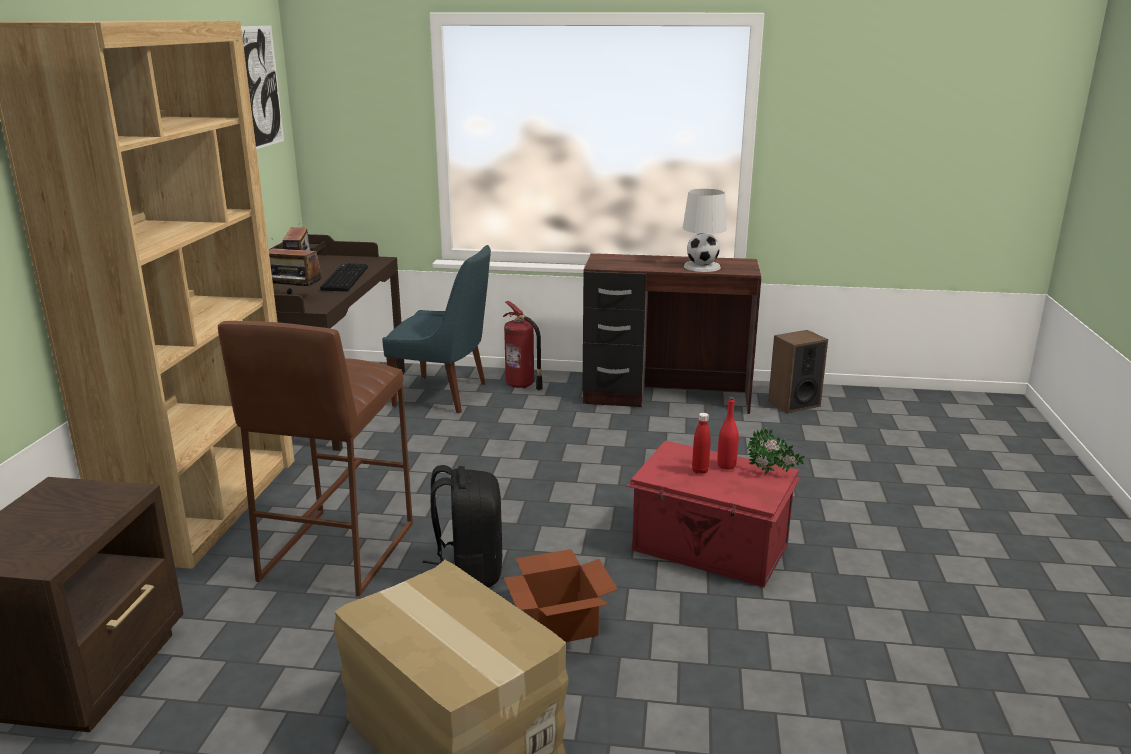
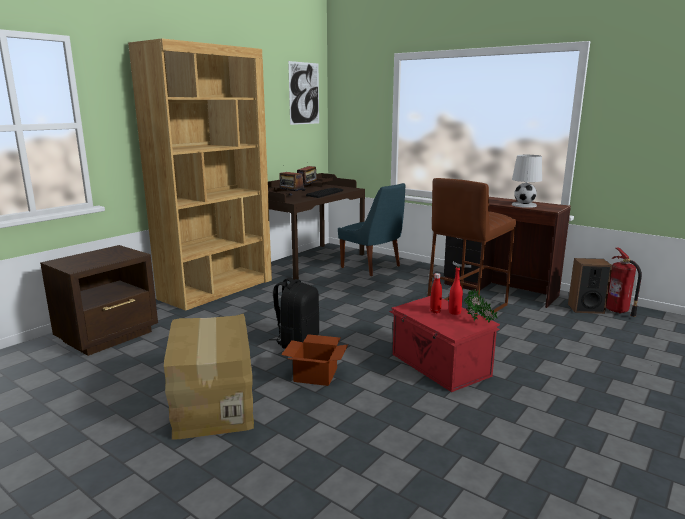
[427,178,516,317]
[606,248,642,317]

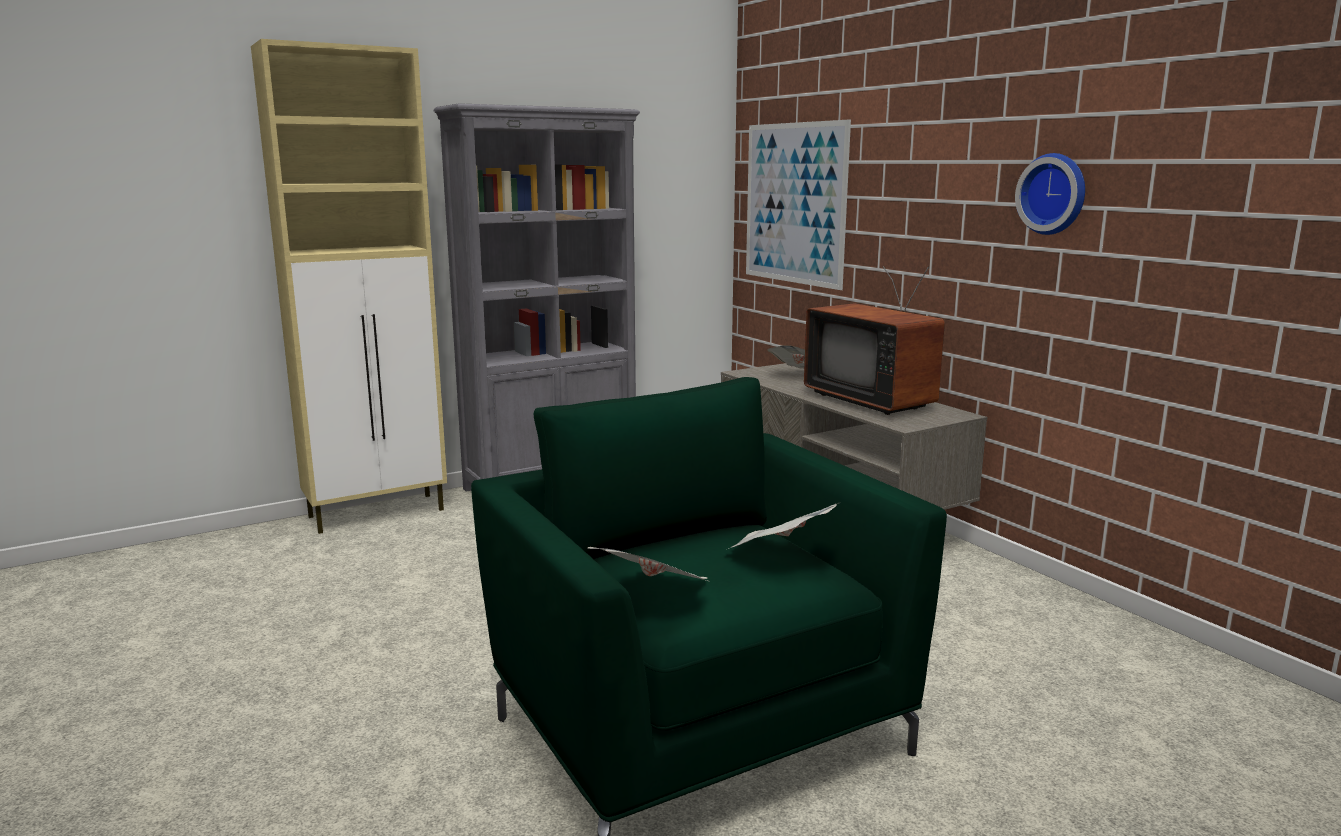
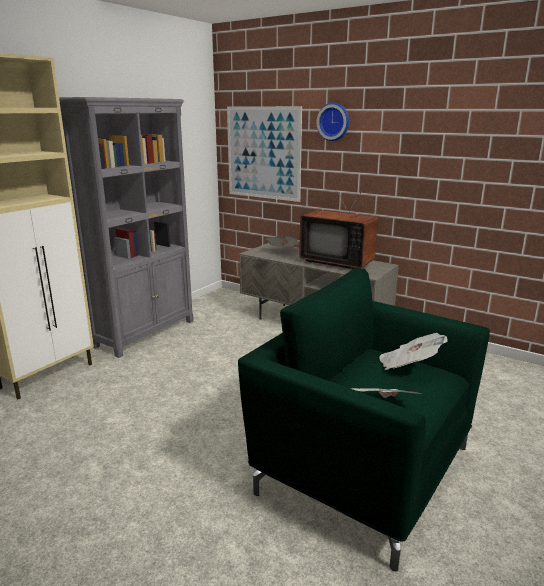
[317,103,349,141]

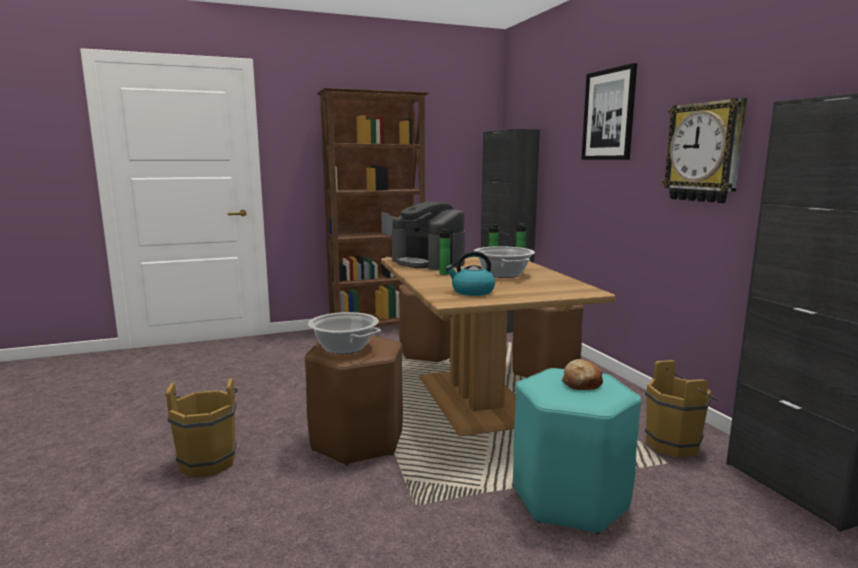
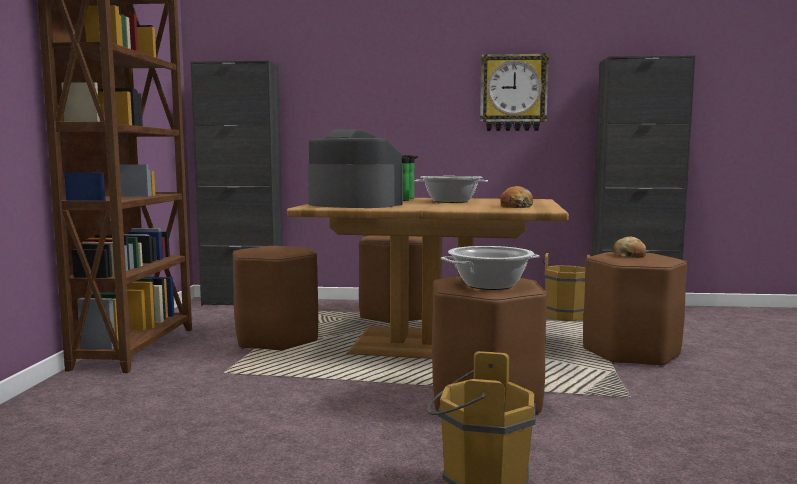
[308,129,403,208]
[440,229,453,275] (first image)
[500,186,533,208]
[583,252,687,367]
[581,63,637,160] (first image)

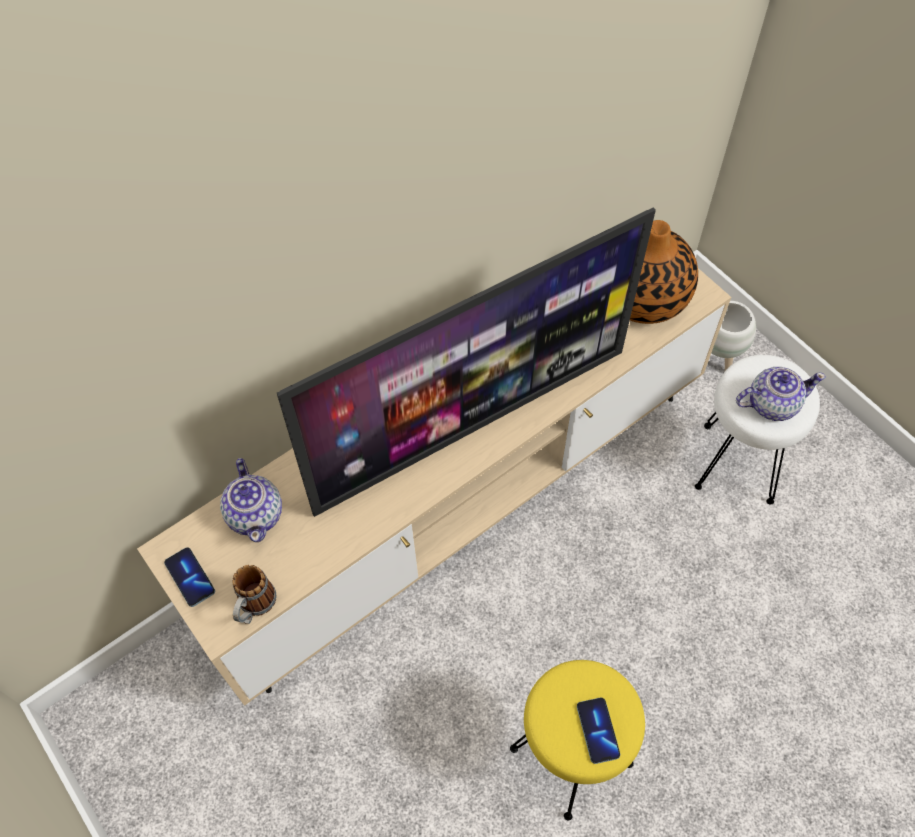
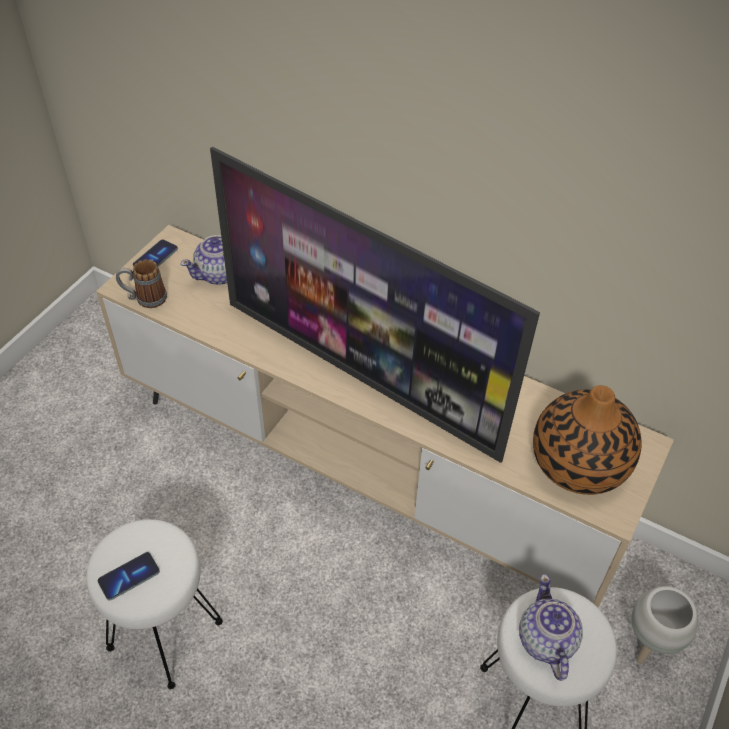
[86,519,223,689]
[519,574,583,681]

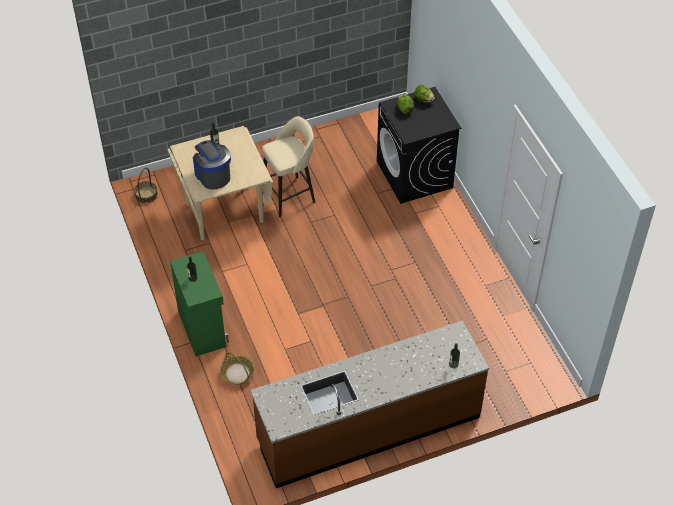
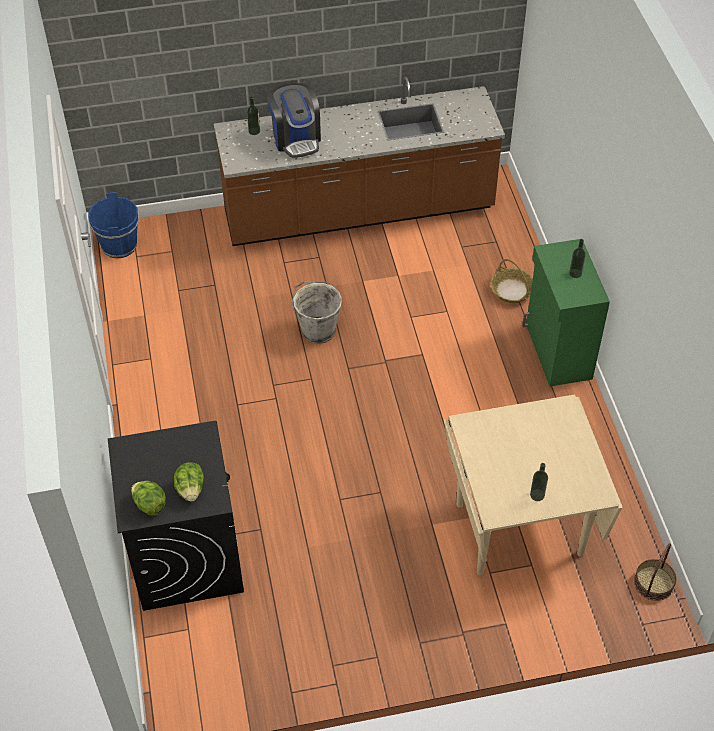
[267,83,321,158]
[262,116,315,217] (first image)
[88,192,139,258]
[291,281,342,344]

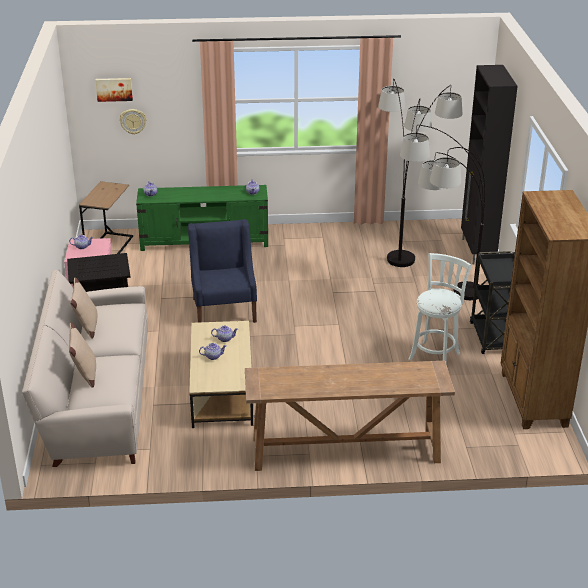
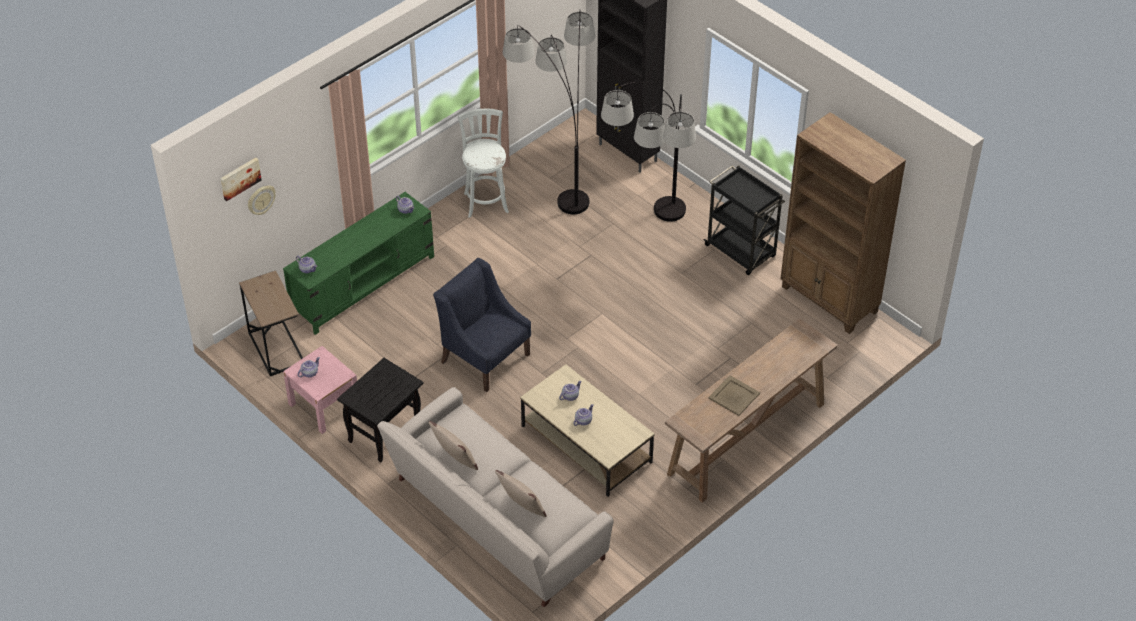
[458,109,509,218]
[708,375,760,416]

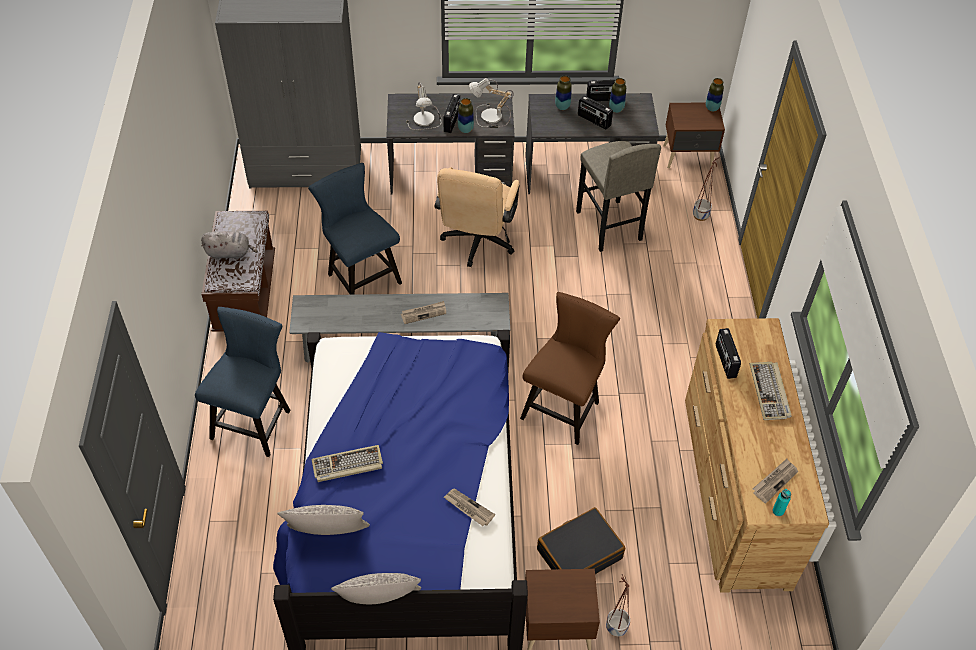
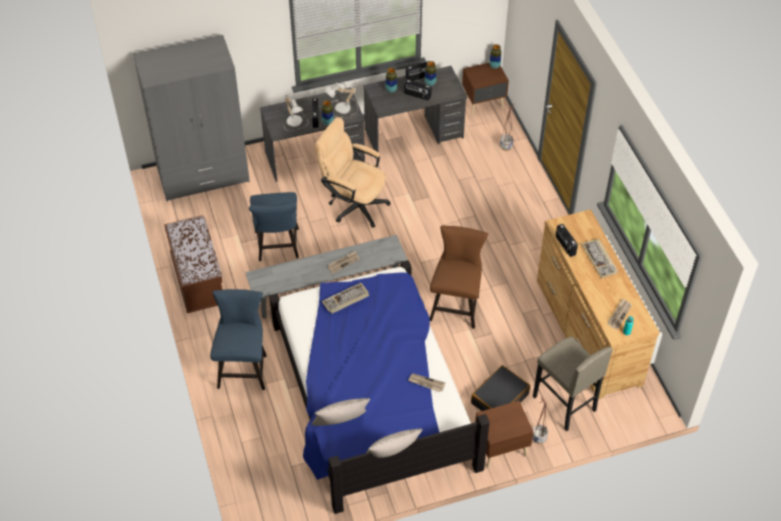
[201,231,258,260] (first image)
[249,192,299,261]
[322,283,369,314]
[315,117,391,228]
[533,336,613,431]

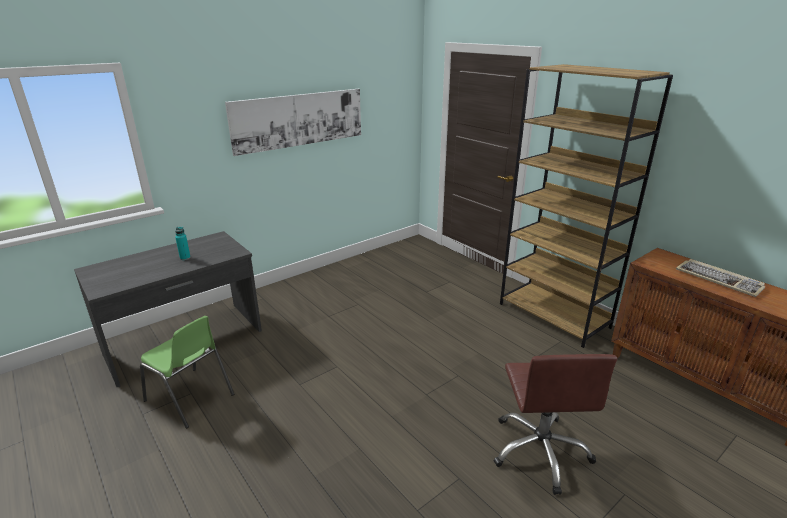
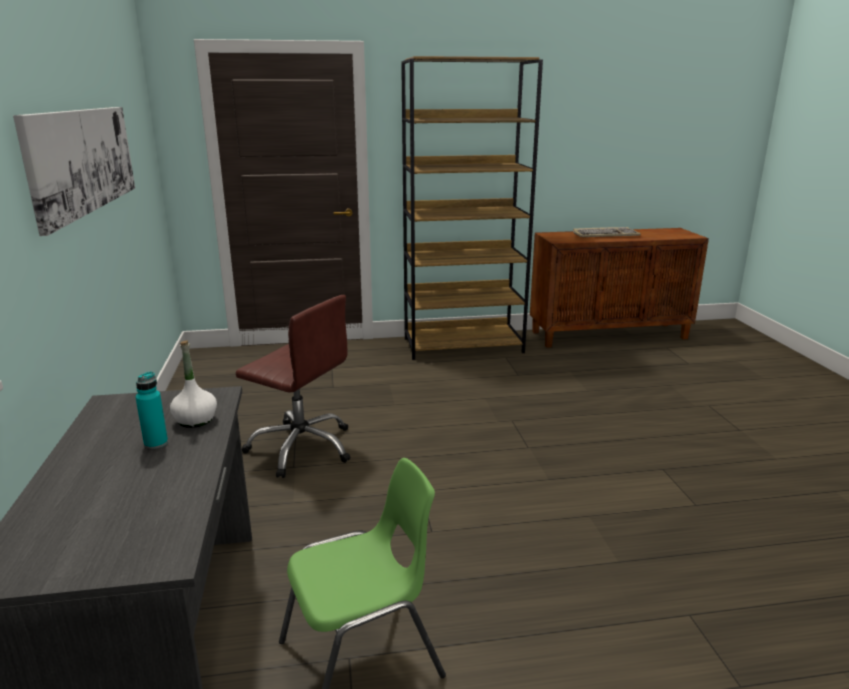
[236,295,350,478]
[170,341,217,428]

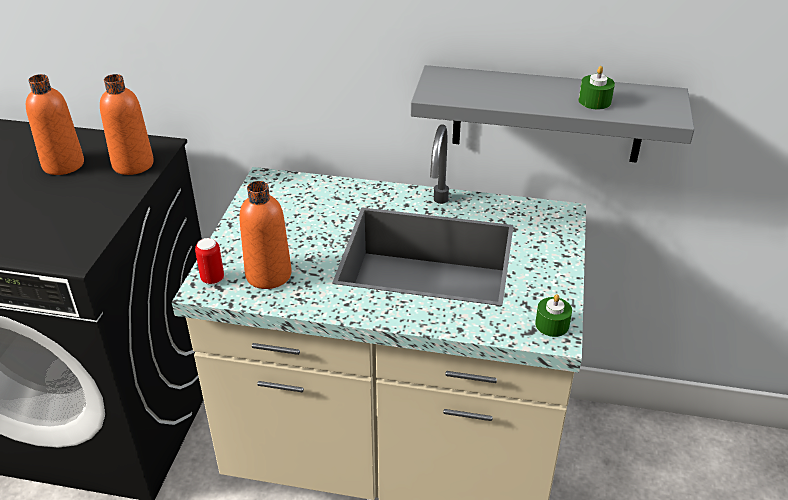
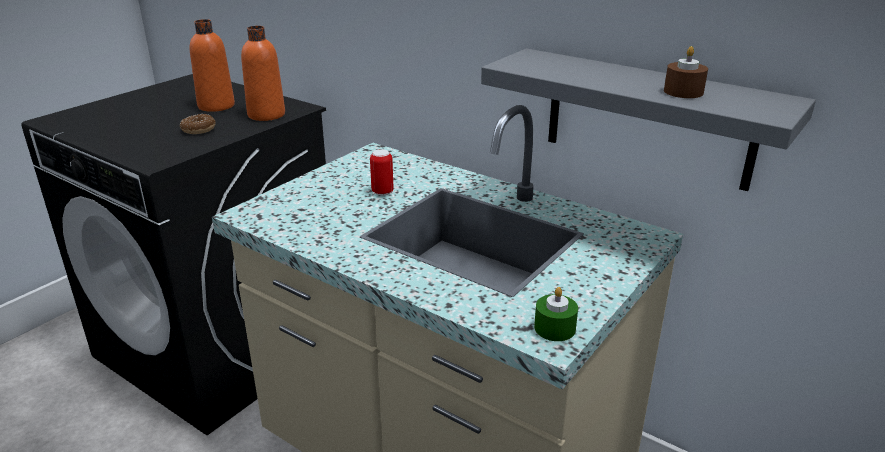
[370,149,394,196]
[239,181,292,289] (first image)
[664,46,708,98]
[180,114,216,134]

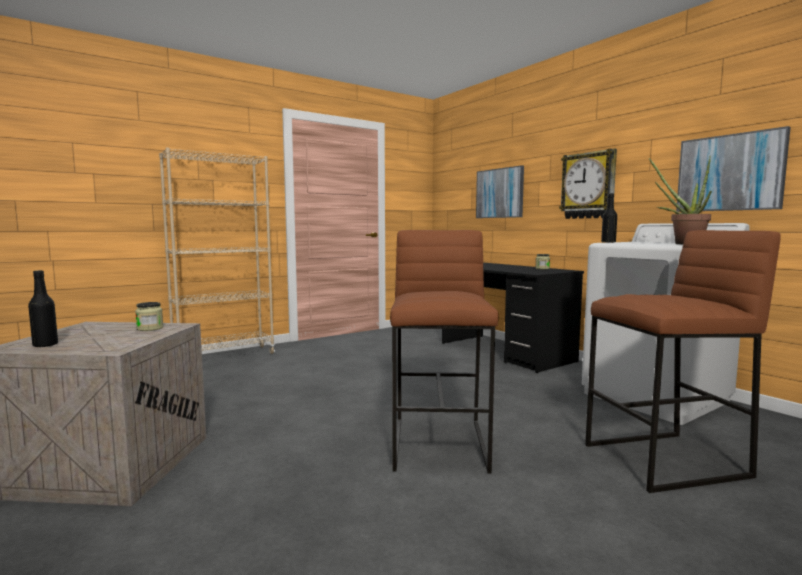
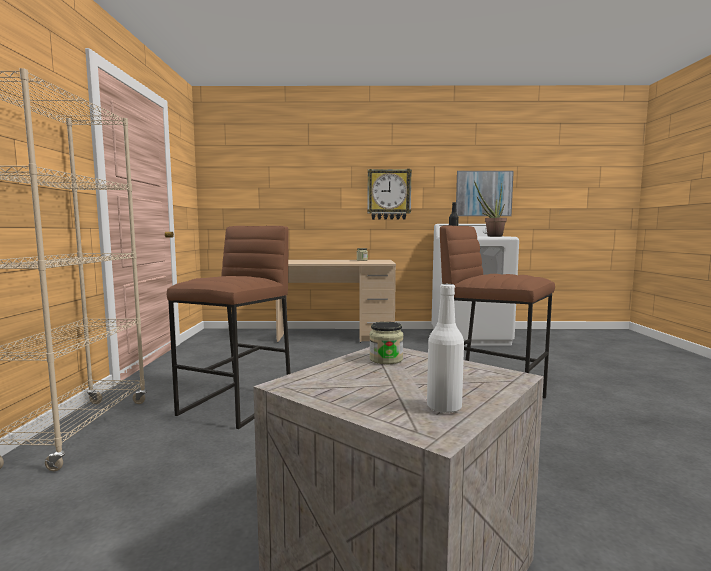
[427,284,464,413]
[276,260,396,342]
[476,165,524,218] (first image)
[167,226,291,429]

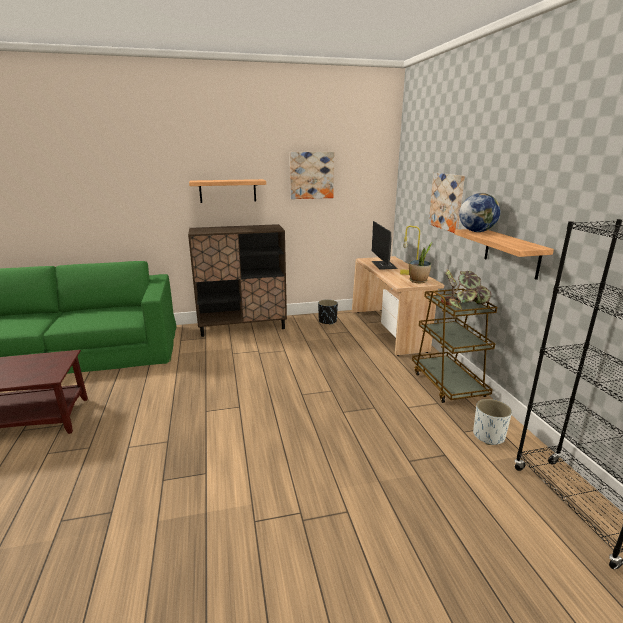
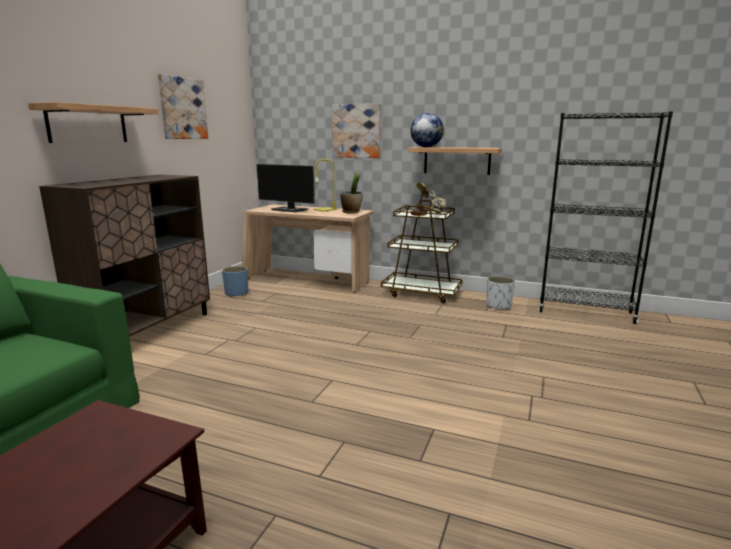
[222,266,248,297]

